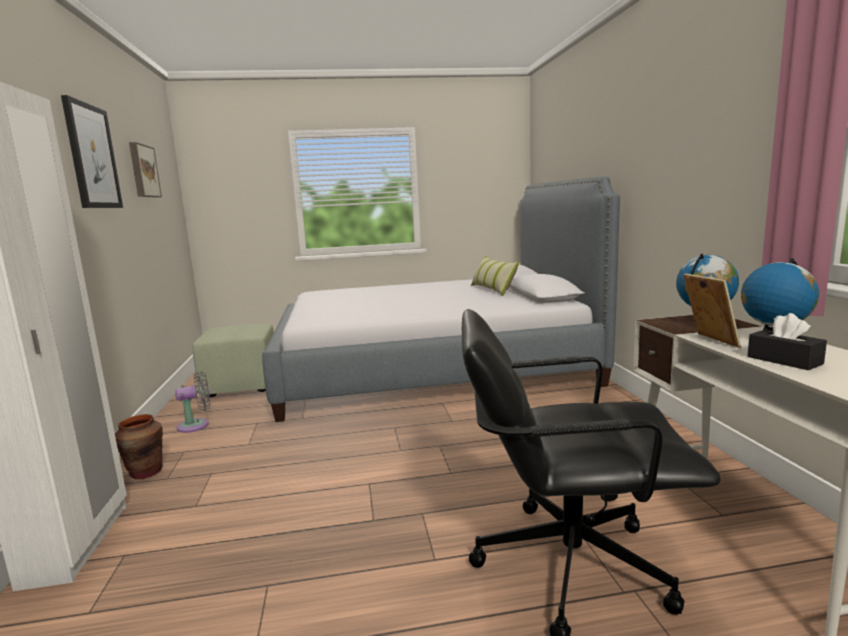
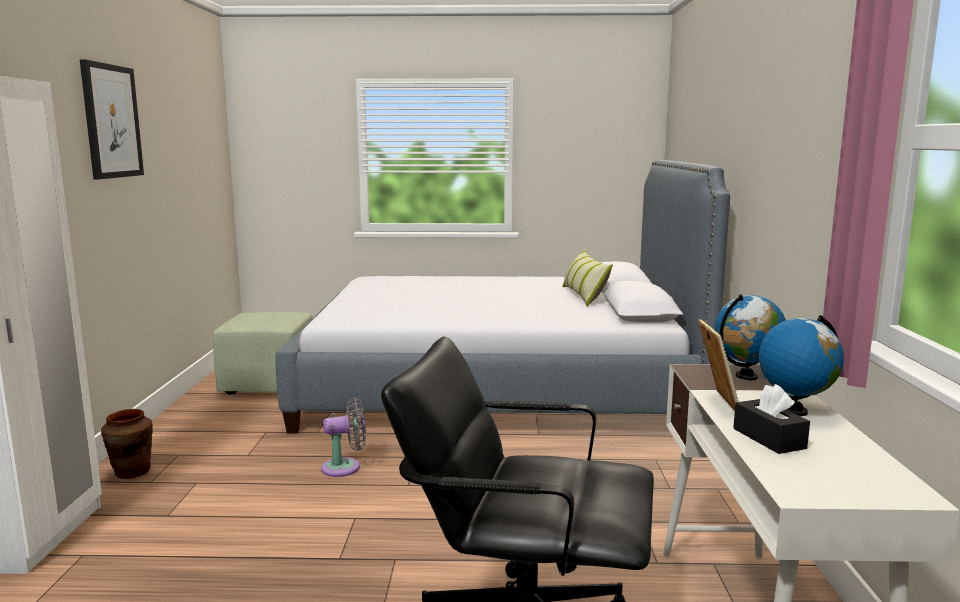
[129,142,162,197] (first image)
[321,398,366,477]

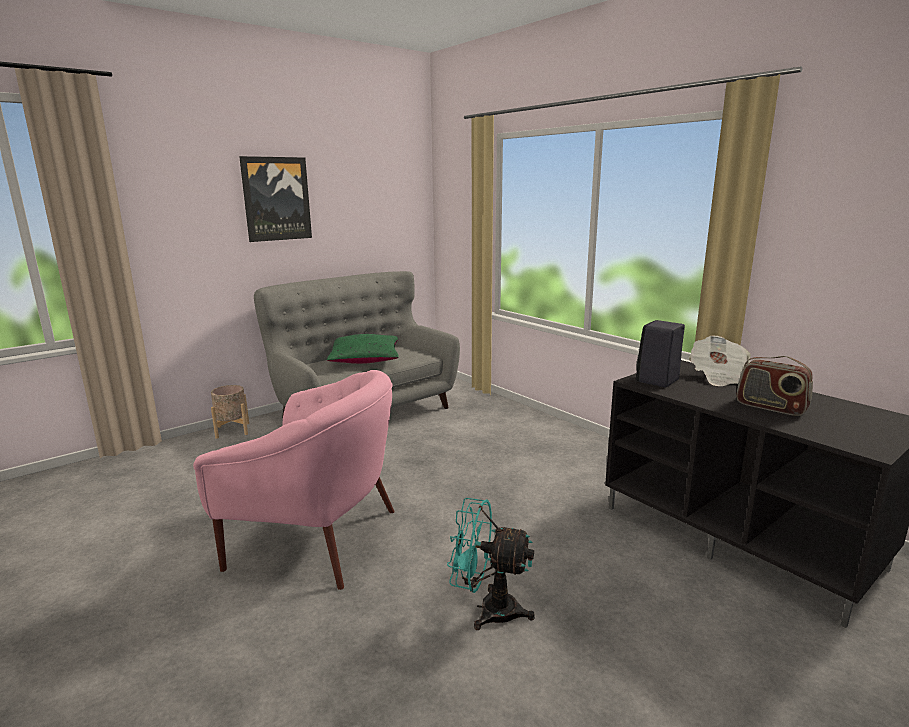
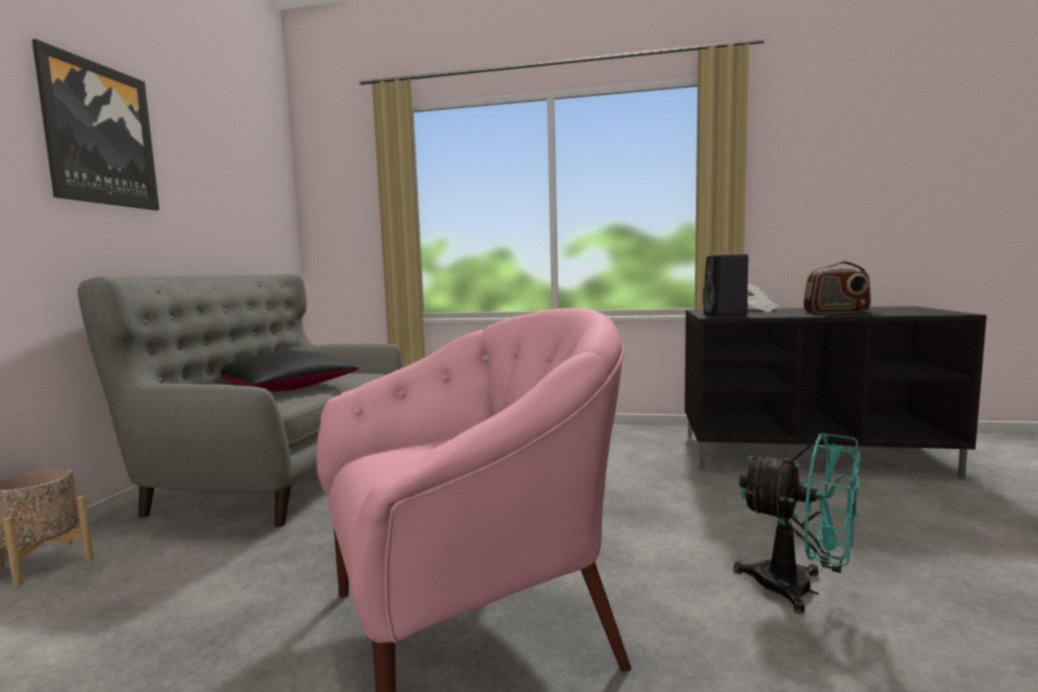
[221,350,359,392]
[733,433,860,614]

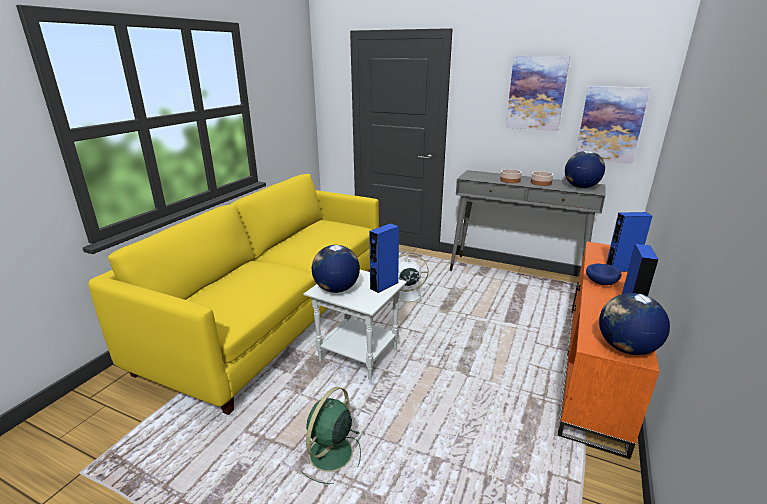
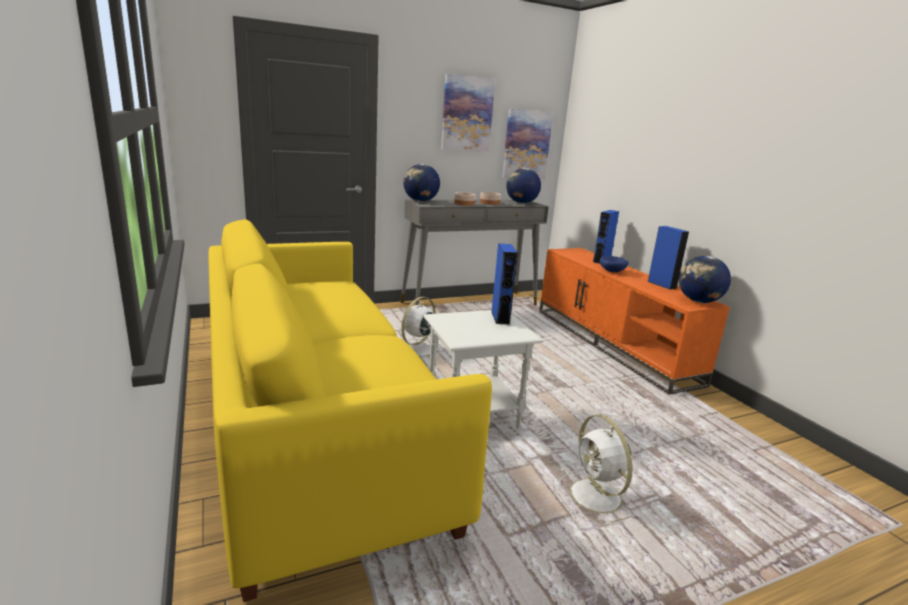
[558,415,637,524]
[403,164,440,202]

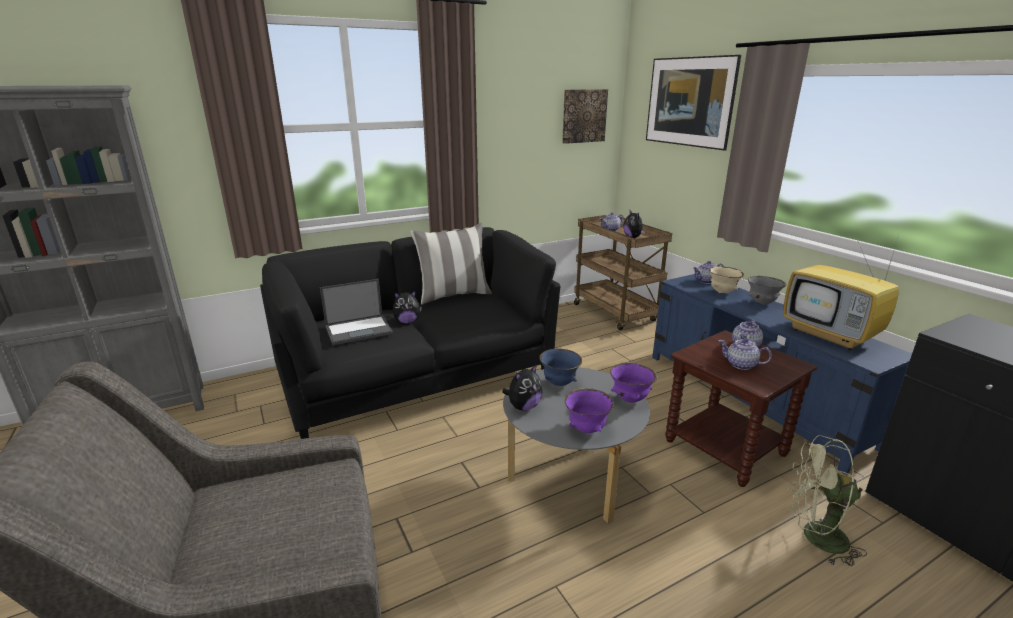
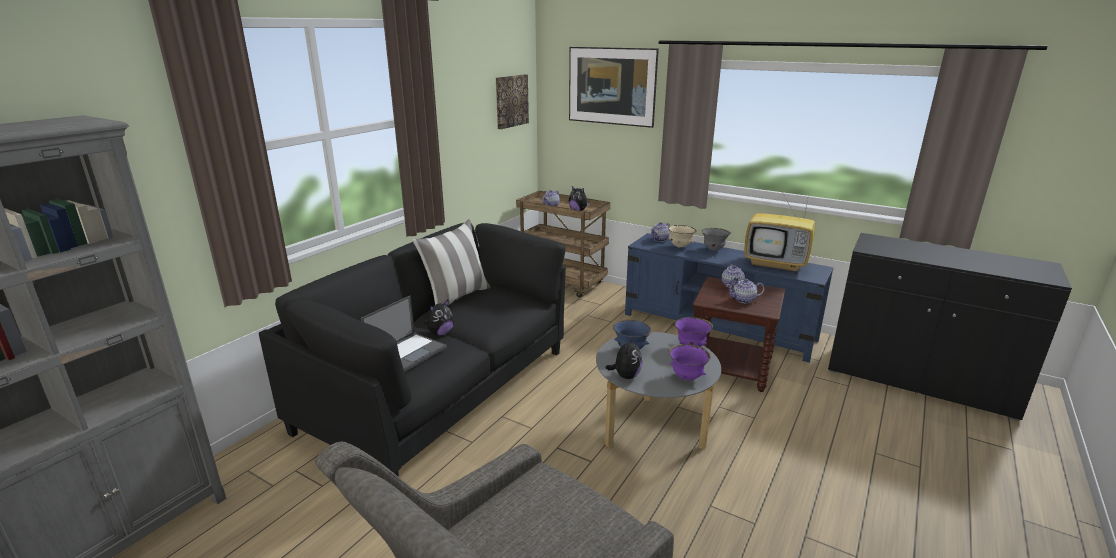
[788,435,867,566] (first image)

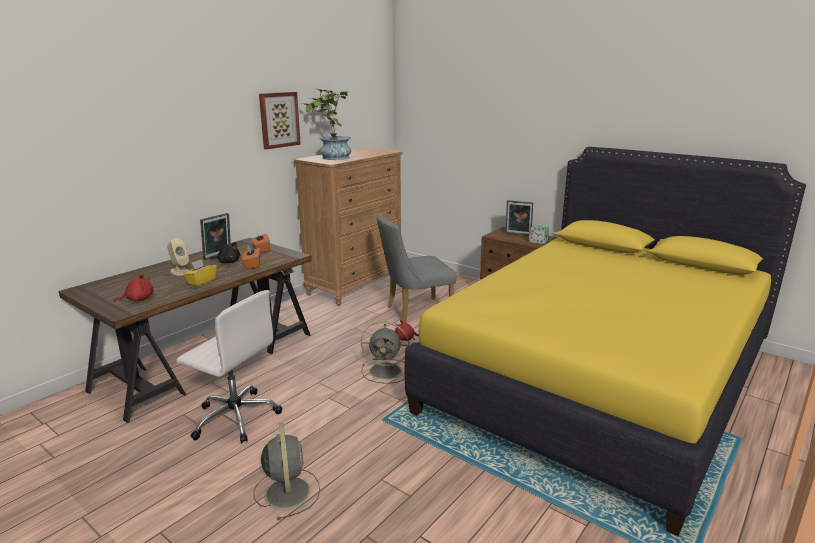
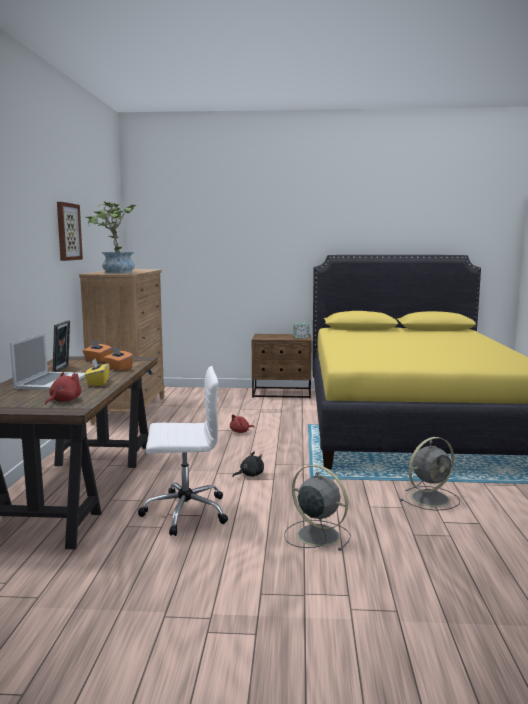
[10,333,85,390]
[233,452,264,477]
[400,437,460,511]
[377,213,457,323] (first image)
[506,200,533,236] (first image)

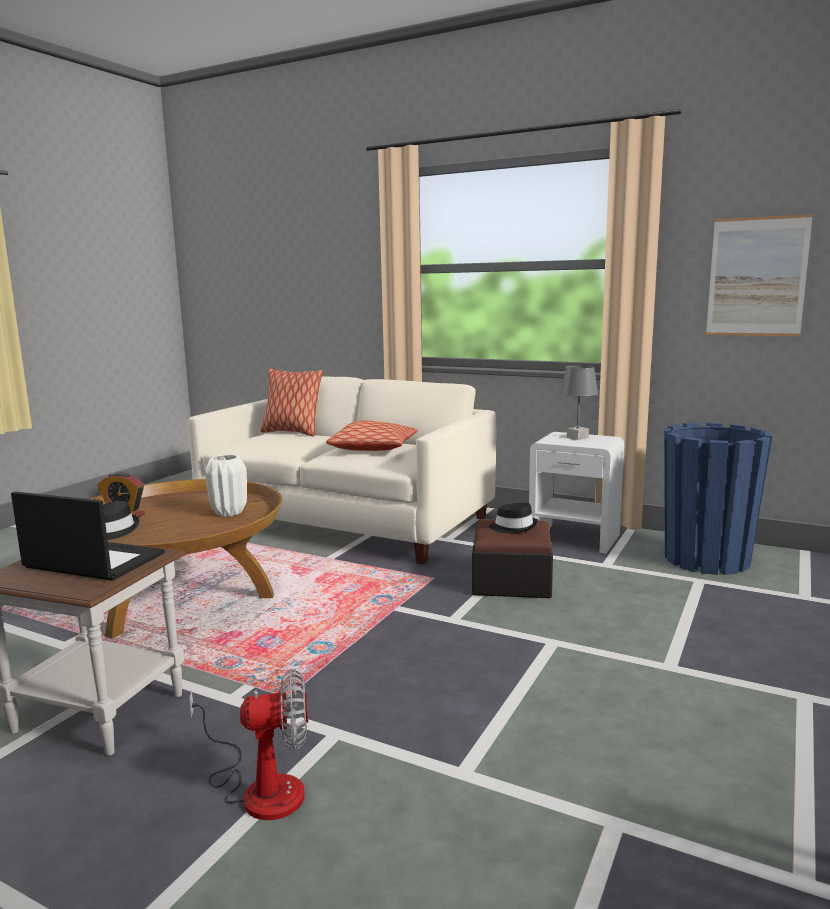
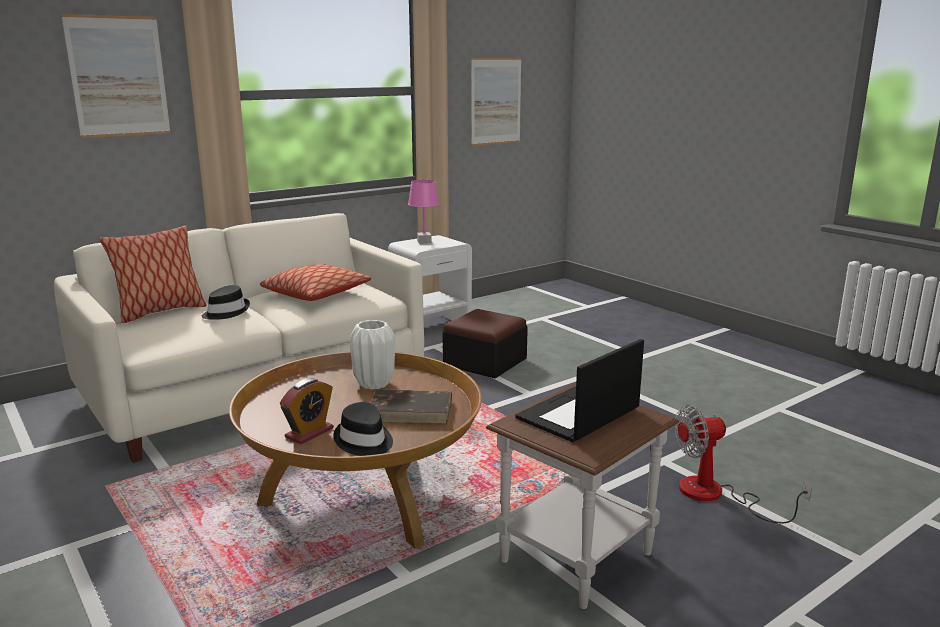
[674,405,812,524]
[202,285,250,320]
[408,180,439,244]
[664,423,773,575] (first image)
[61,14,171,138]
[370,389,452,424]

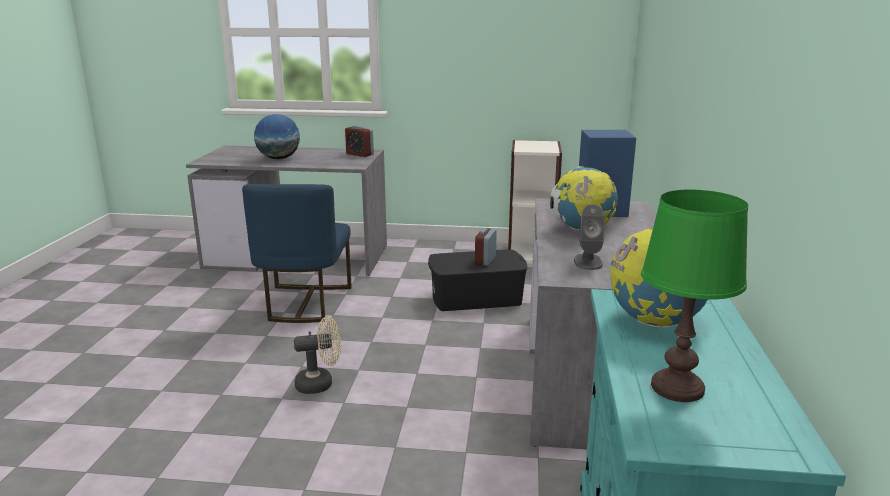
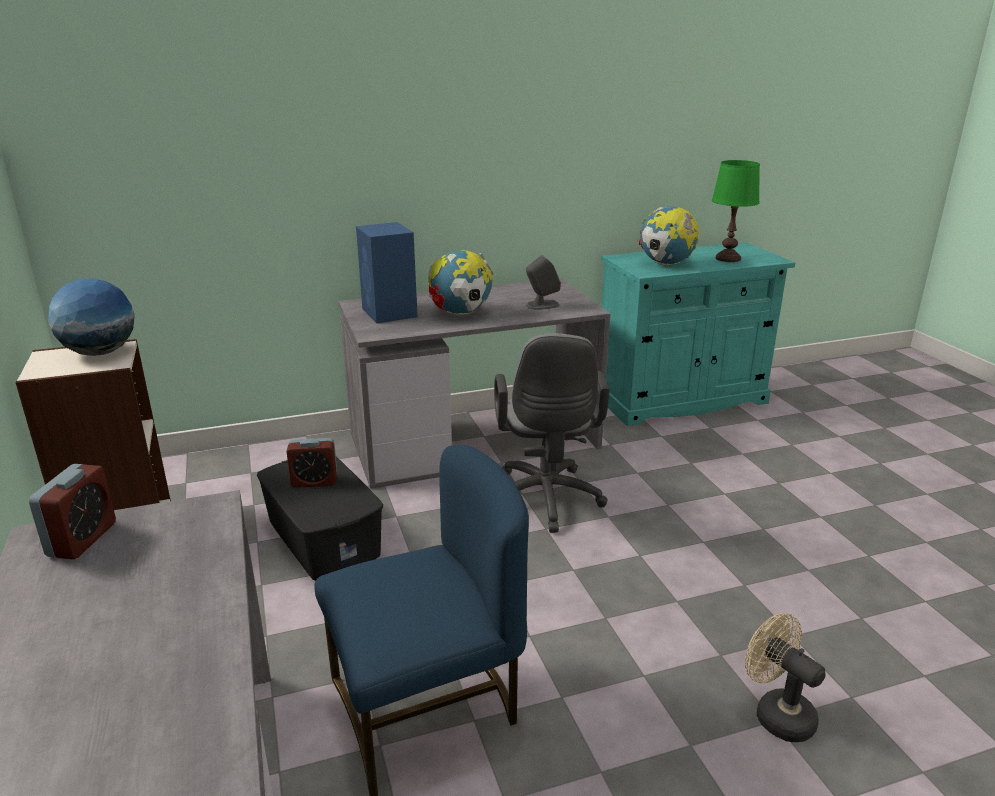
[48,278,135,356]
[745,613,826,742]
[494,333,610,533]

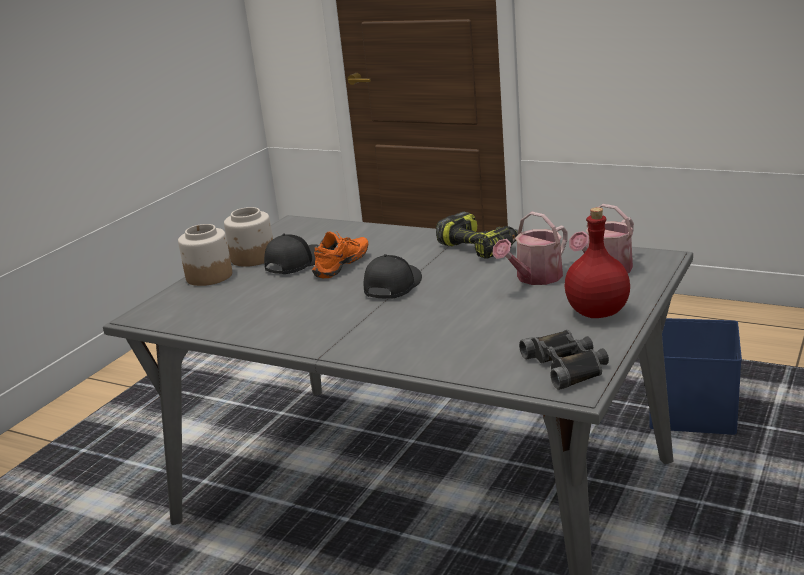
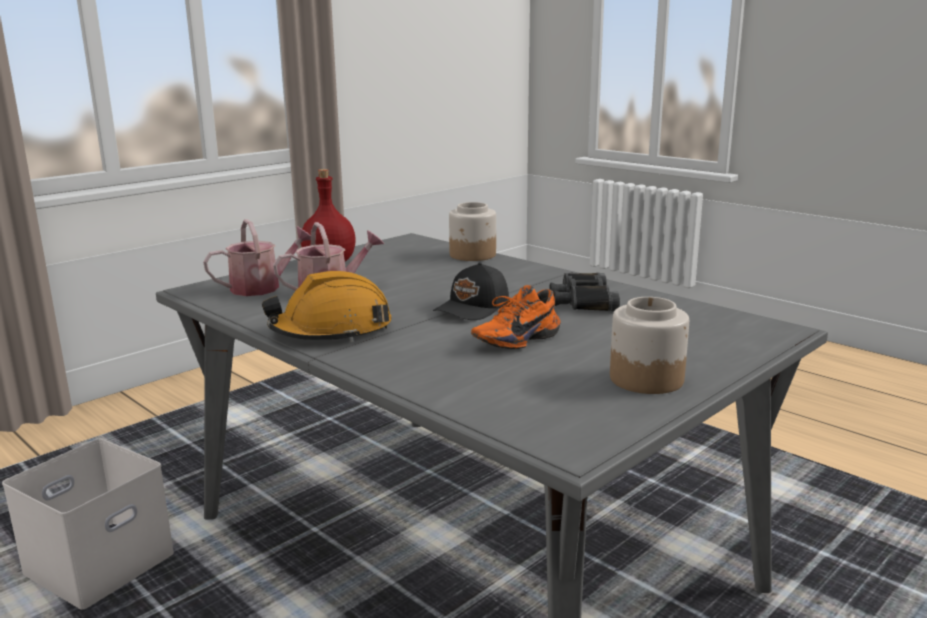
[449,202,496,261]
[264,233,318,274] (first image)
[262,271,391,342]
[549,273,620,311]
[2,438,174,609]

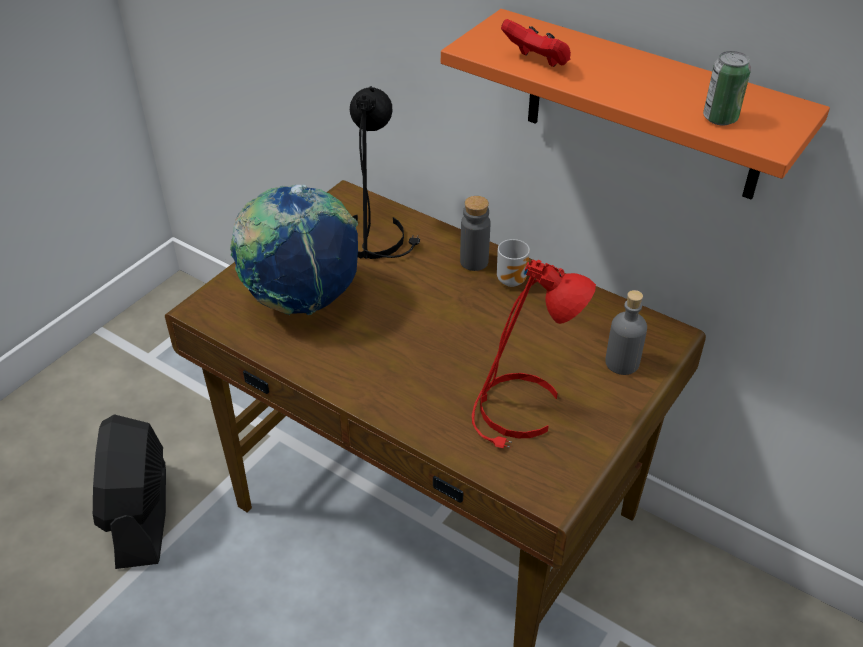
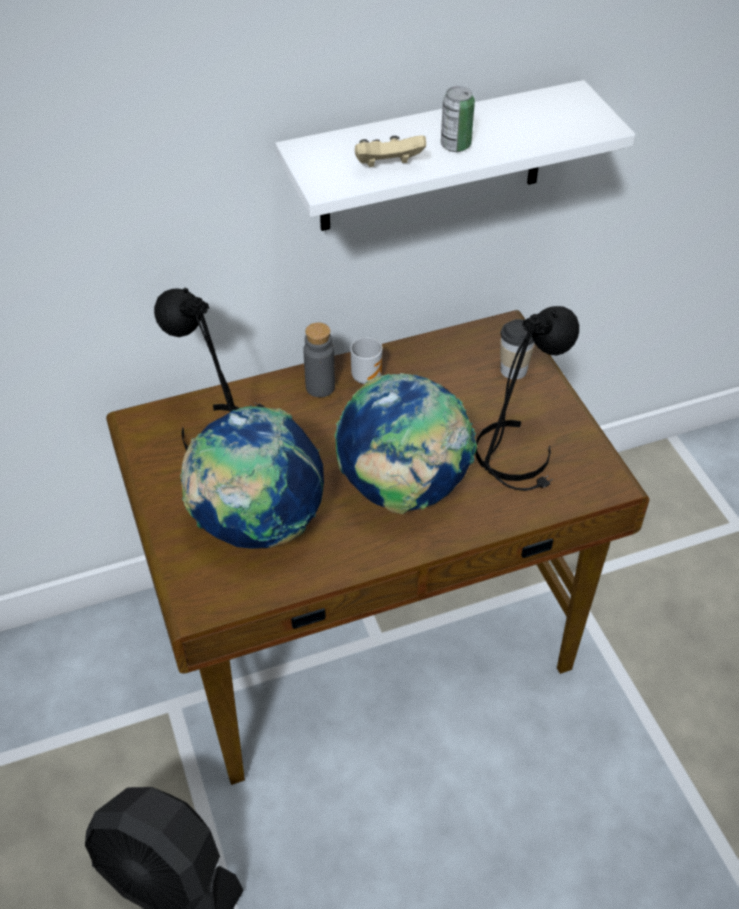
[275,80,636,231]
[476,306,579,491]
[355,135,426,168]
[500,319,535,379]
[441,86,475,152]
[335,373,477,514]

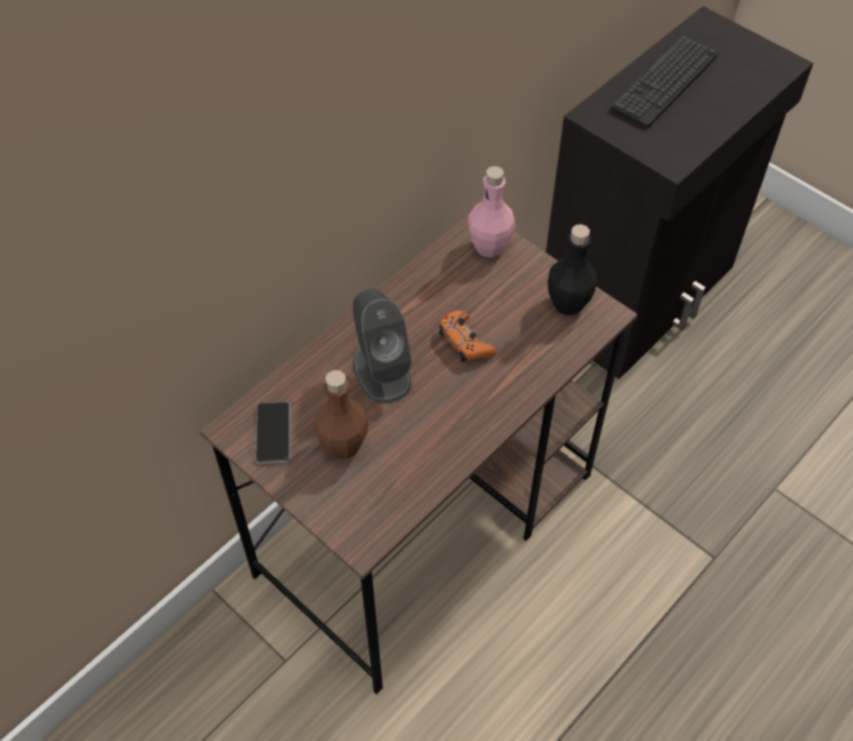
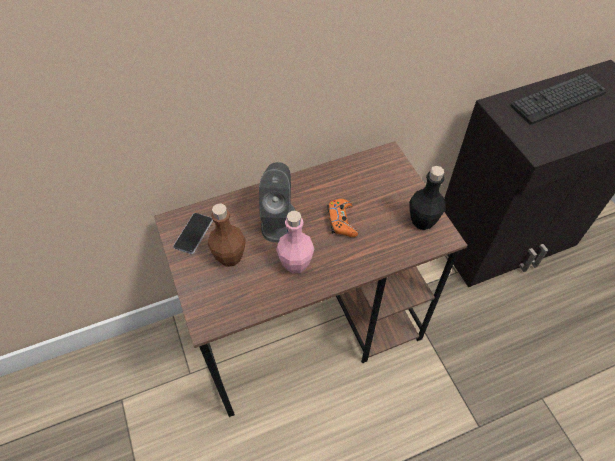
[276,211,314,273]

